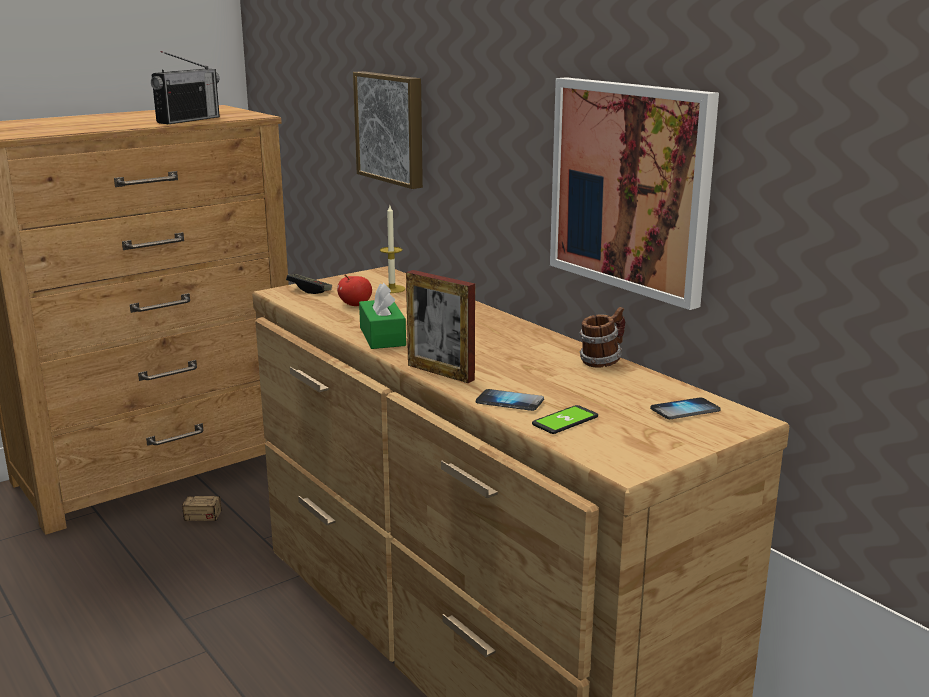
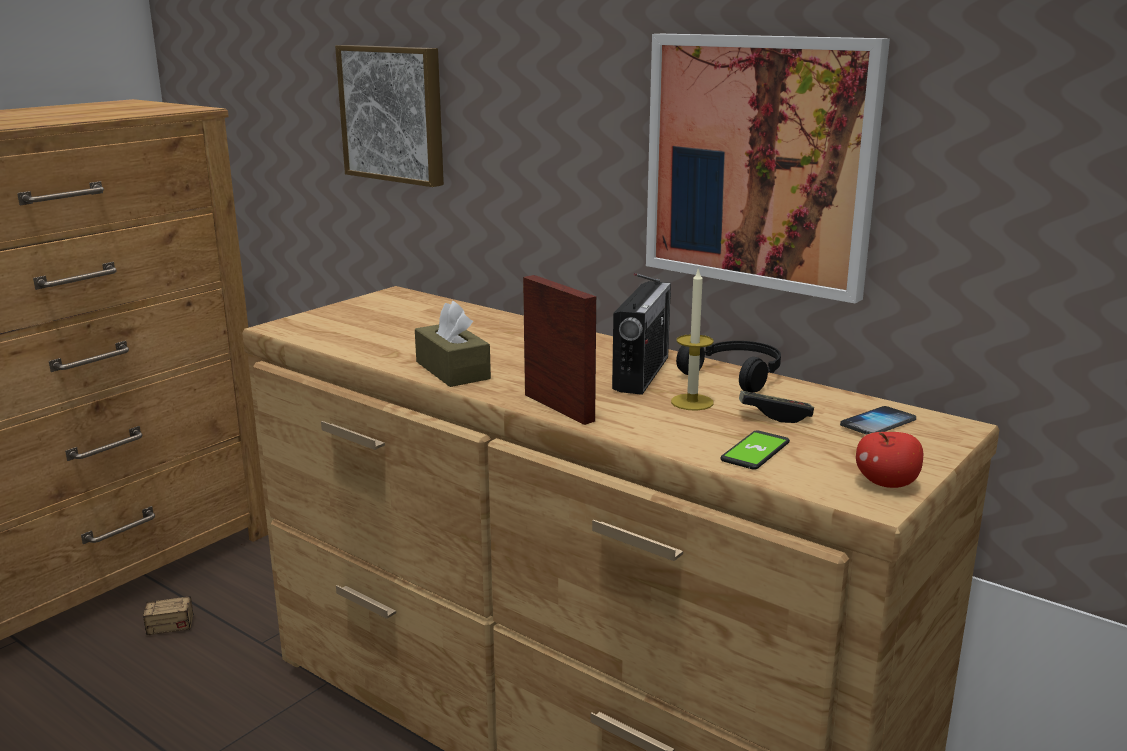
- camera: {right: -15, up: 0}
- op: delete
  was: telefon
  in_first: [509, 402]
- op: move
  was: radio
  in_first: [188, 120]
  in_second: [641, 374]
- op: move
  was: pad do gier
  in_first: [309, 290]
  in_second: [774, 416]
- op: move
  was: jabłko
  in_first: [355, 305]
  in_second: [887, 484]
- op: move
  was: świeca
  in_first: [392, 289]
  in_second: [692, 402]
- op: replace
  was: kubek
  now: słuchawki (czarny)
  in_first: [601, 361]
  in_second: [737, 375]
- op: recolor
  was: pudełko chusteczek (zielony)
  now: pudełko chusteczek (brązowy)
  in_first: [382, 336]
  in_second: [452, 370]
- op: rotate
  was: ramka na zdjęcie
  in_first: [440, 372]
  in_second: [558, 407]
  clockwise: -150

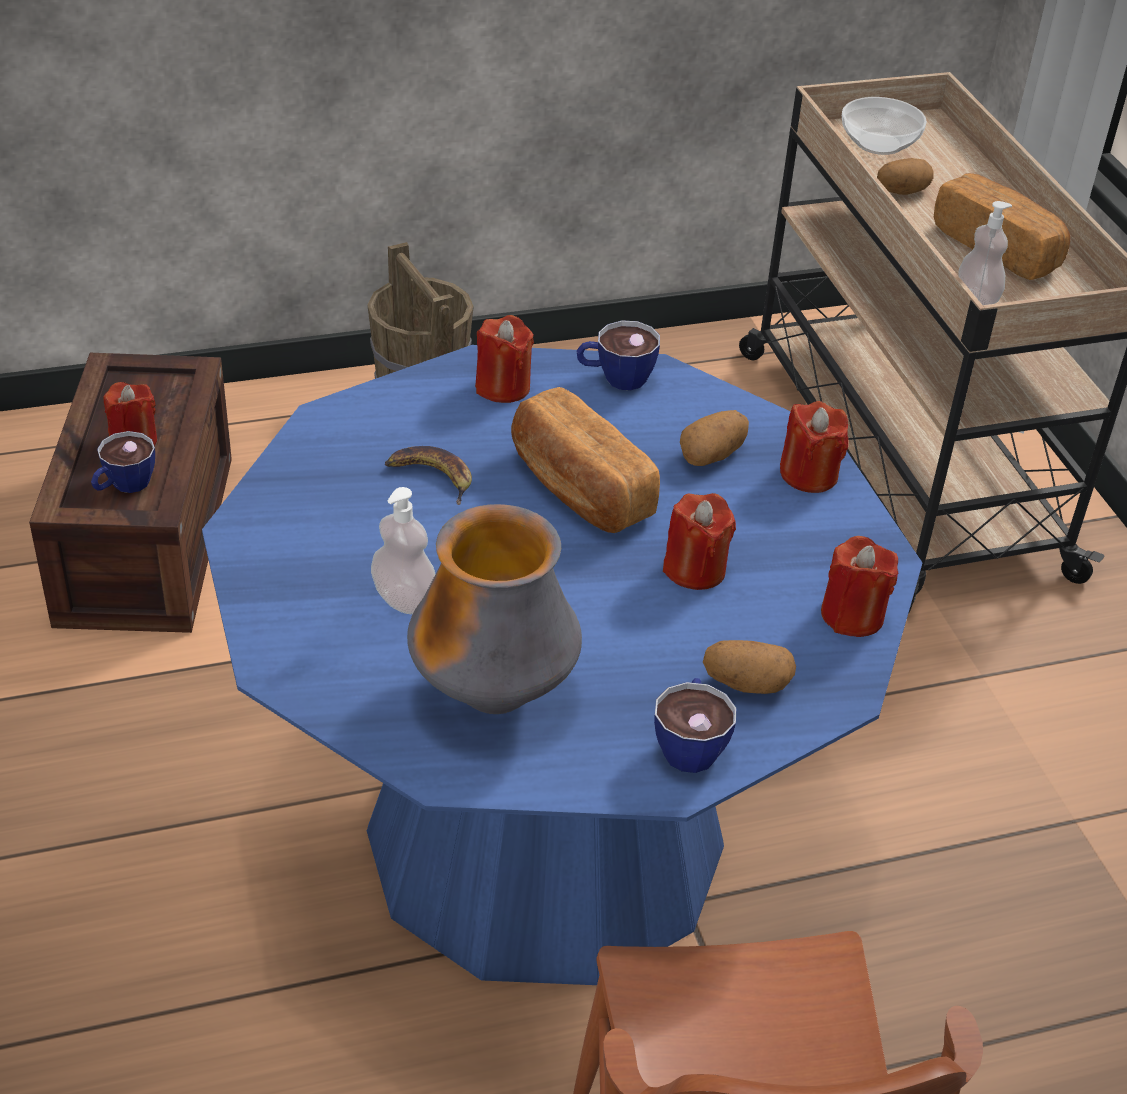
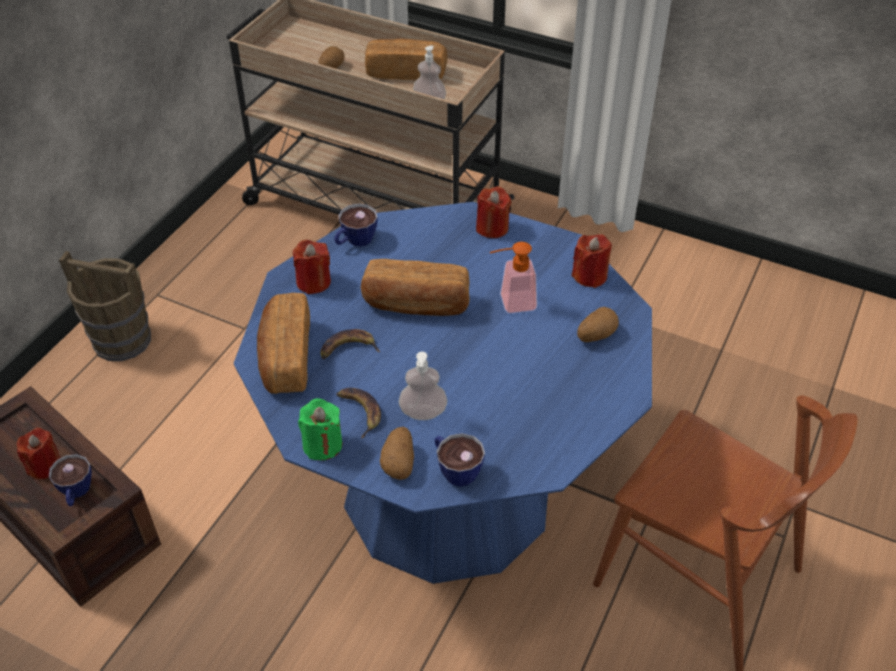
- camera: {right: -45, up: 5}
- op: delete
  was: wazon
  in_first: [494, 695]
- op: delete
  was: miska
  in_first: [880, 143]
- op: insert
  now: chleb
  in_second: [285, 357]
- op: insert
  now: świeca (zielony)
  in_second: [322, 445]
- op: insert
  now: banan
  in_second: [359, 411]
- op: move
  was: filiżanka
  in_first: [690, 744]
  in_second: [455, 469]
- op: move
  was: ziemniak
  in_first: [712, 455]
  in_second: [399, 462]
- op: replace
  was: świeca (czerwony)
  now: dozownik mydła
  in_first: [695, 569]
  in_second: [511, 303]

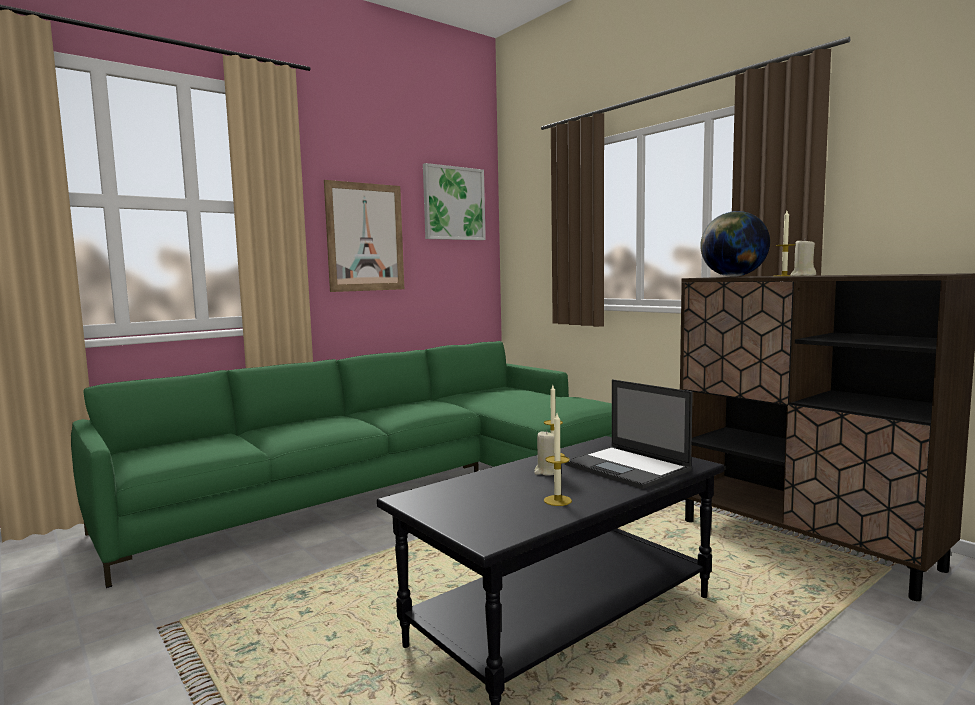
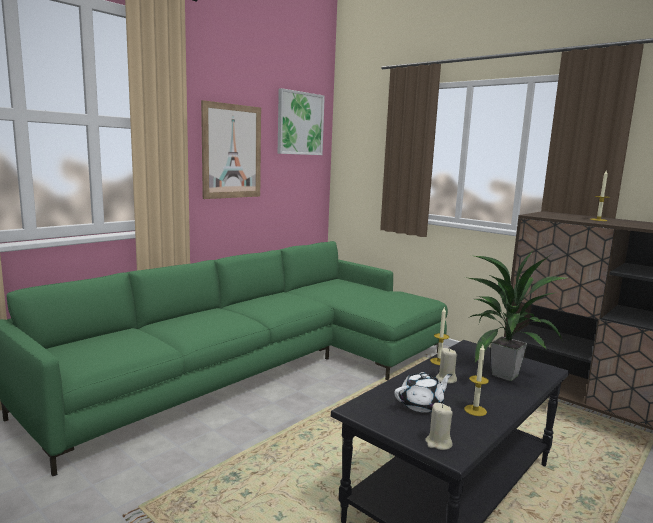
- camera: {right: -10, up: 5}
- op: delete
  was: globus
  in_first: [733, 276]
- op: insert
  now: imbryk (biały)
  in_second: [422, 405]
- op: move
  was: świeca (beżowy)
  in_first: [803, 276]
  in_second: [438, 443]
- op: replace
  was: laptop
  now: roślina doniczkowa
  in_first: [628, 468]
  in_second: [504, 374]

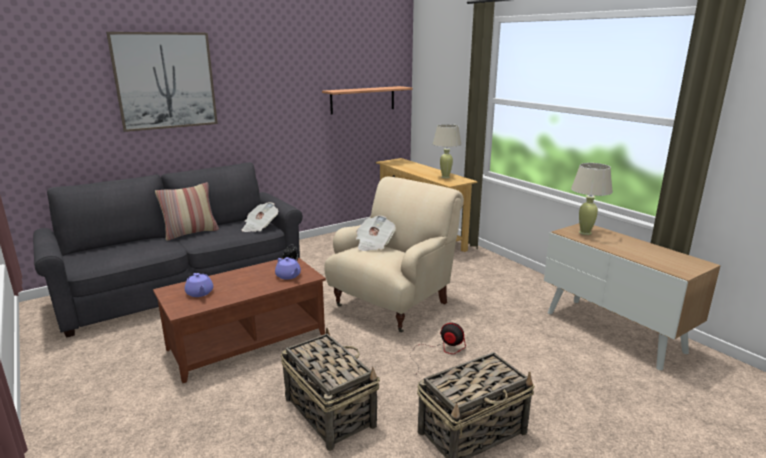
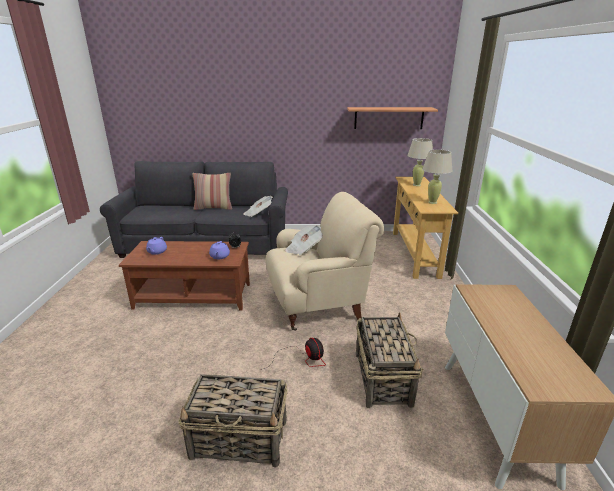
- camera: {right: 35, up: 5}
- op: delete
  was: obraz
  in_first: [165, 81]
- op: move
  was: koszyk
  in_first: [329, 411]
  in_second: [382, 378]
- op: move
  was: lampa stołowa (beżowy)
  in_first: [585, 233]
  in_second: [416, 185]

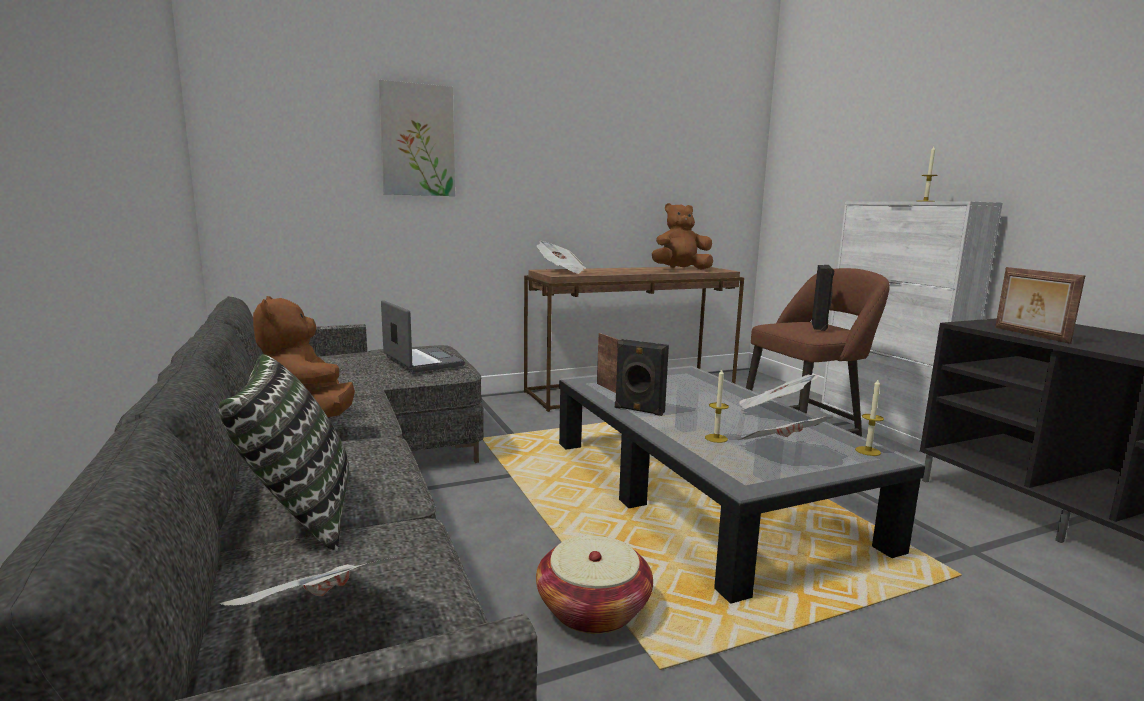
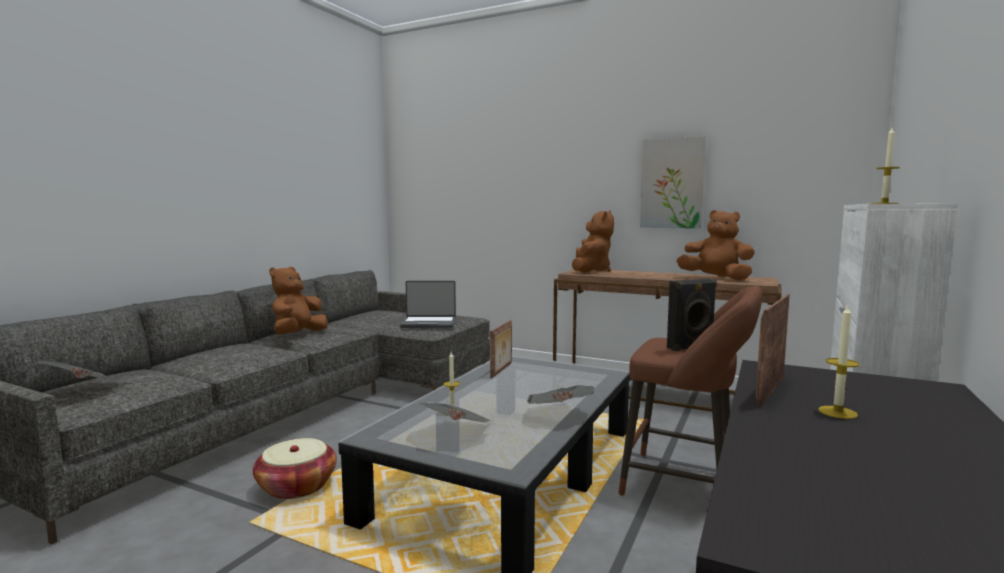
- camera: {right: 50, up: -5}
- op: delete
  was: poduszka
  in_first: [299, 514]
- op: delete
  was: głośnik (czarny)
  in_first: [639, 410]
- op: move
  was: obraz
  in_first: [417, 140]
  in_second: [672, 183]
- op: move
  was: świeca
  in_first: [868, 451]
  in_second: [837, 412]
- op: replace
  was: gazeta
  now: pluszak (brązowy)
  in_first: [561, 271]
  in_second: [591, 271]
- op: rotate
  was: laptop
  in_first: [421, 361]
  in_second: [429, 323]
  clockwise: 75

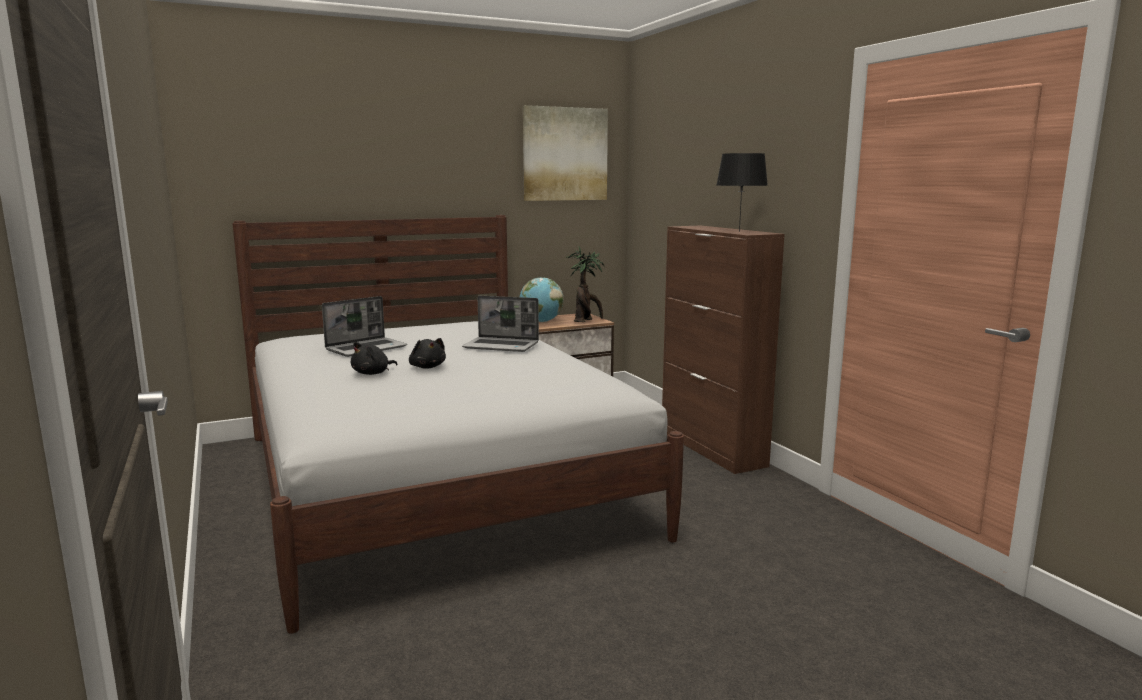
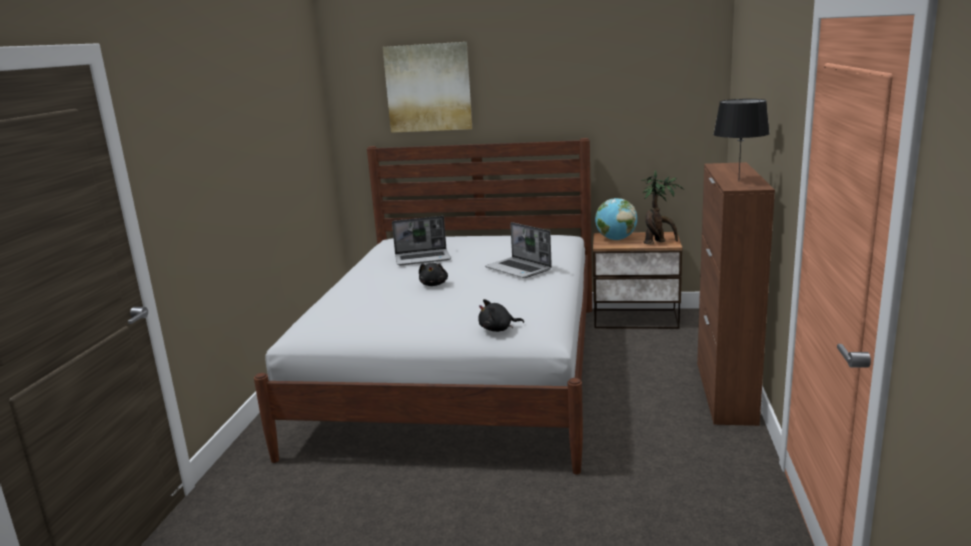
- camera: {right: 35, up: 5}
- op: move
  was: pluszak (czarny)
  in_first: [373, 373]
  in_second: [498, 329]
- op: move
  was: obraz
  in_first: [565, 154]
  in_second: [428, 88]

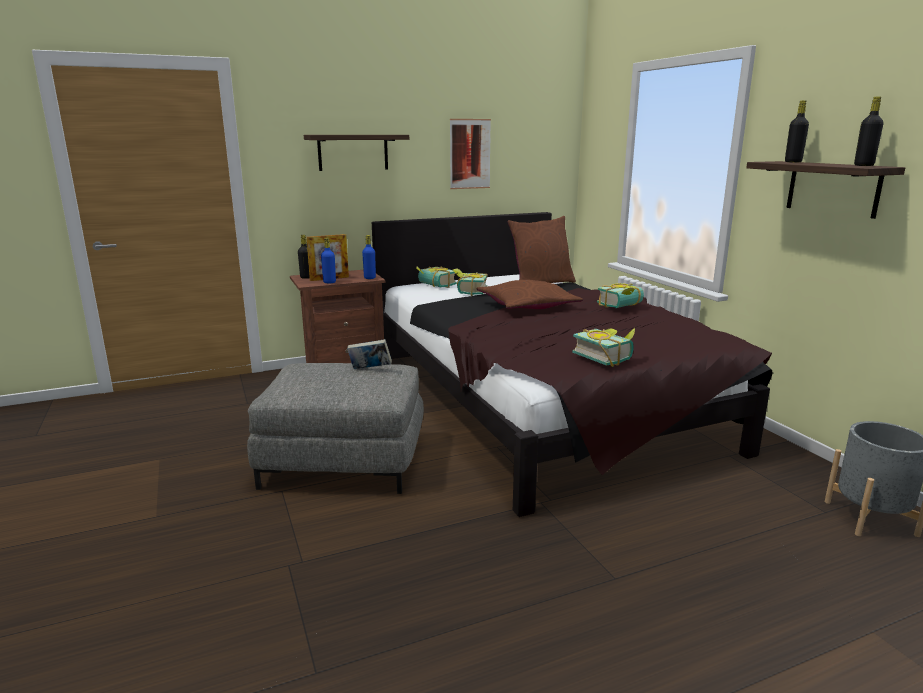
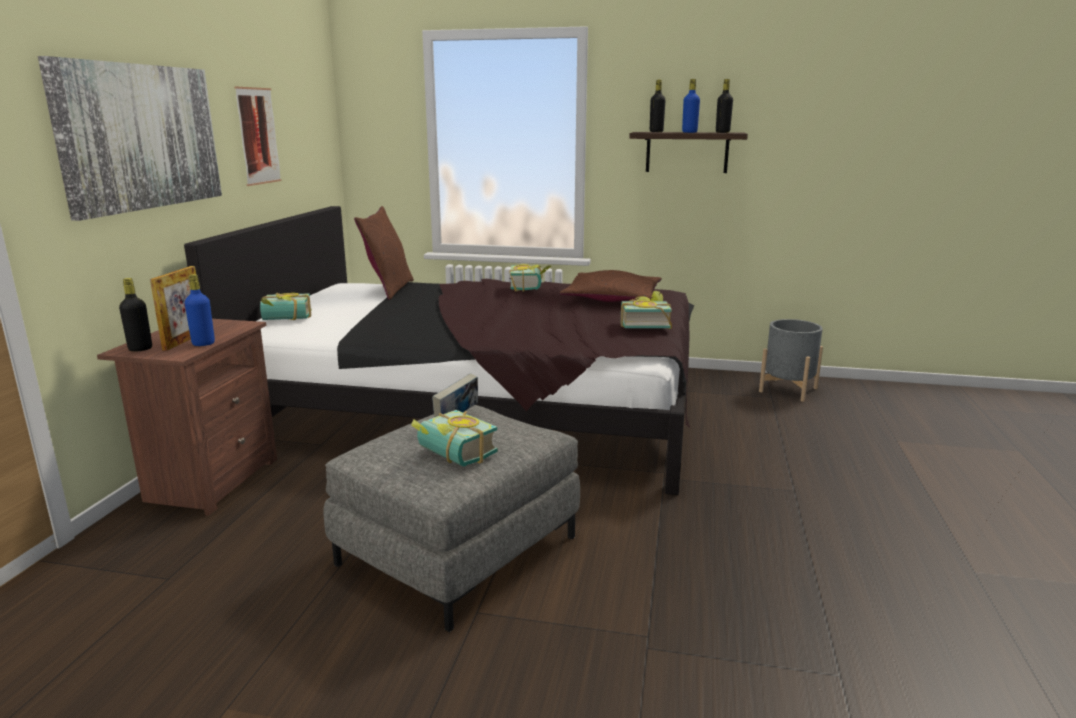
- camera: {right: -55, up: 0}
- op: move
  was: butelka (niebieski)
  in_first: [369, 278]
  in_second: [689, 132]
- op: move
  was: książka
  in_first: [468, 292]
  in_second: [451, 456]
- op: move
  was: poduszka (brązowy)
  in_first: [527, 306]
  in_second: [611, 299]
- op: replace
  was: półka
  now: obraz
  in_first: [353, 152]
  in_second: [141, 137]

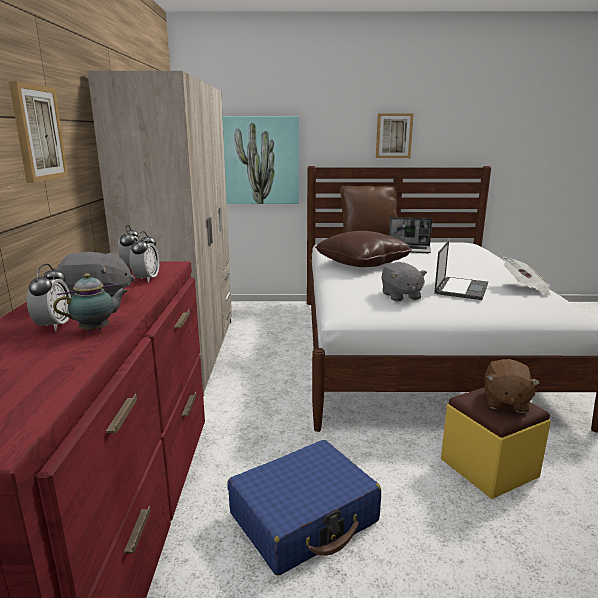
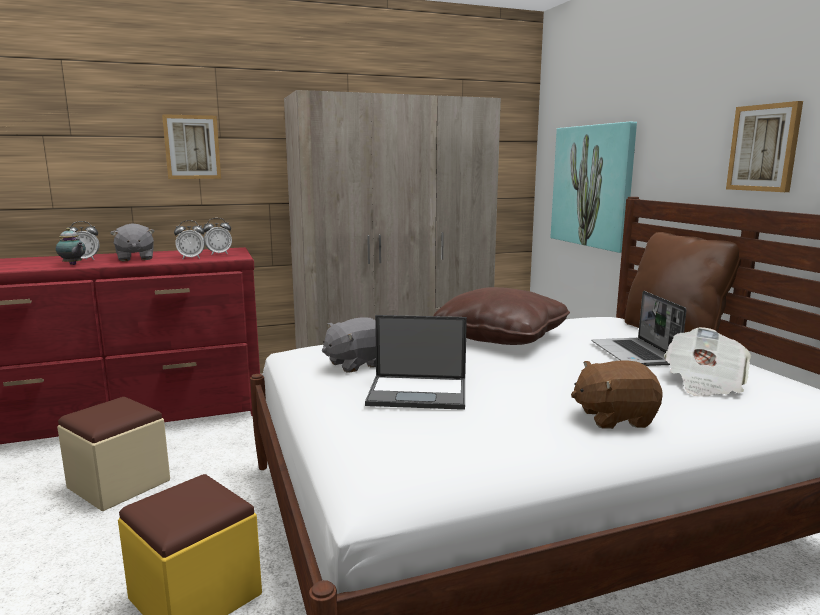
- camera: {right: 70, up: -5}
- op: move
  was: pluszak (brązowy)
  in_first: [505, 402]
  in_second: [614, 418]
- op: move
  was: gazeta
  in_first: [525, 289]
  in_second: [704, 383]
- op: replace
  was: walizka (niebieski)
  now: pufa (beżowy)
  in_first: [304, 518]
  in_second: [119, 484]

